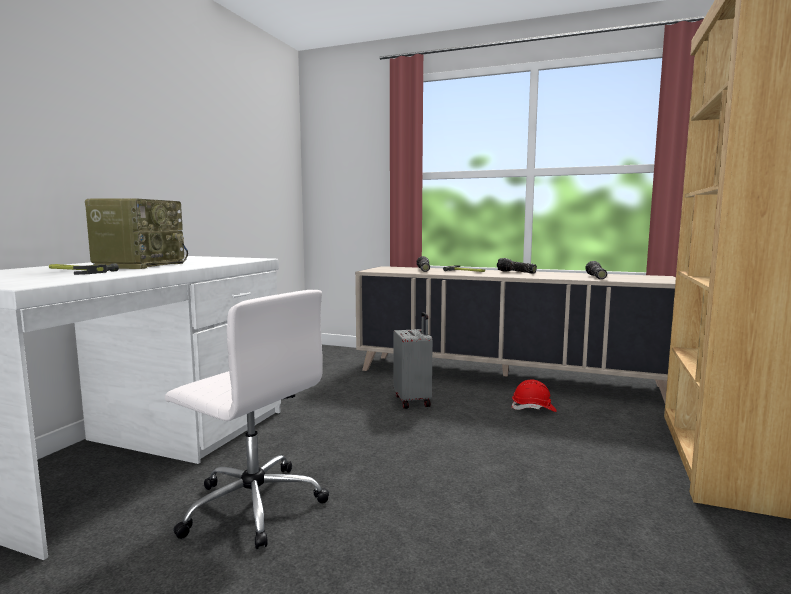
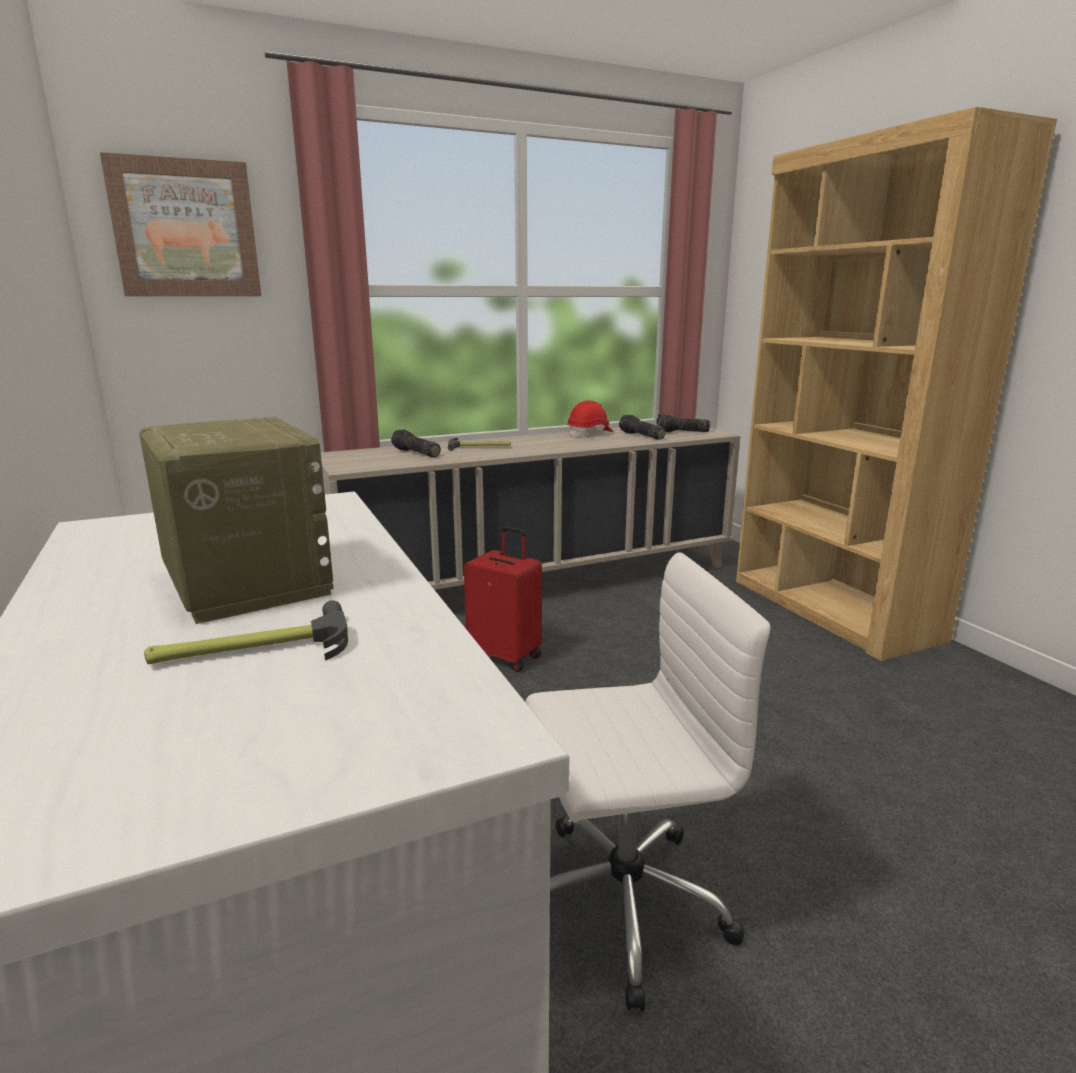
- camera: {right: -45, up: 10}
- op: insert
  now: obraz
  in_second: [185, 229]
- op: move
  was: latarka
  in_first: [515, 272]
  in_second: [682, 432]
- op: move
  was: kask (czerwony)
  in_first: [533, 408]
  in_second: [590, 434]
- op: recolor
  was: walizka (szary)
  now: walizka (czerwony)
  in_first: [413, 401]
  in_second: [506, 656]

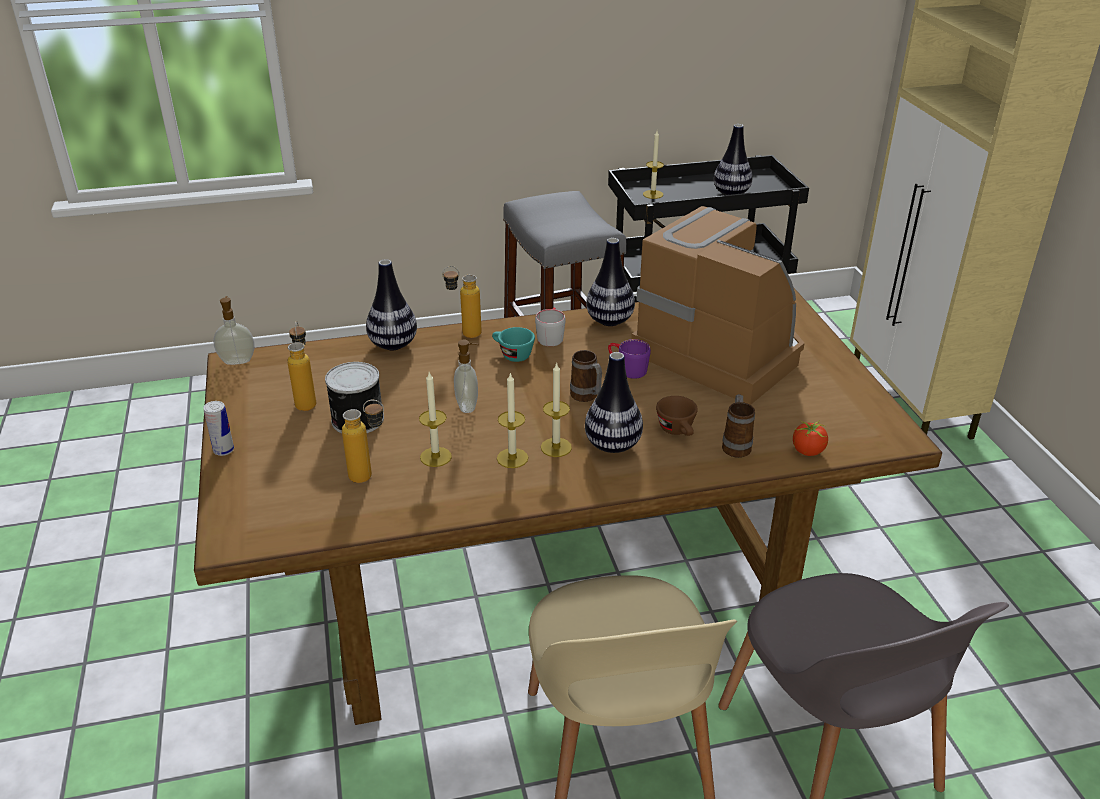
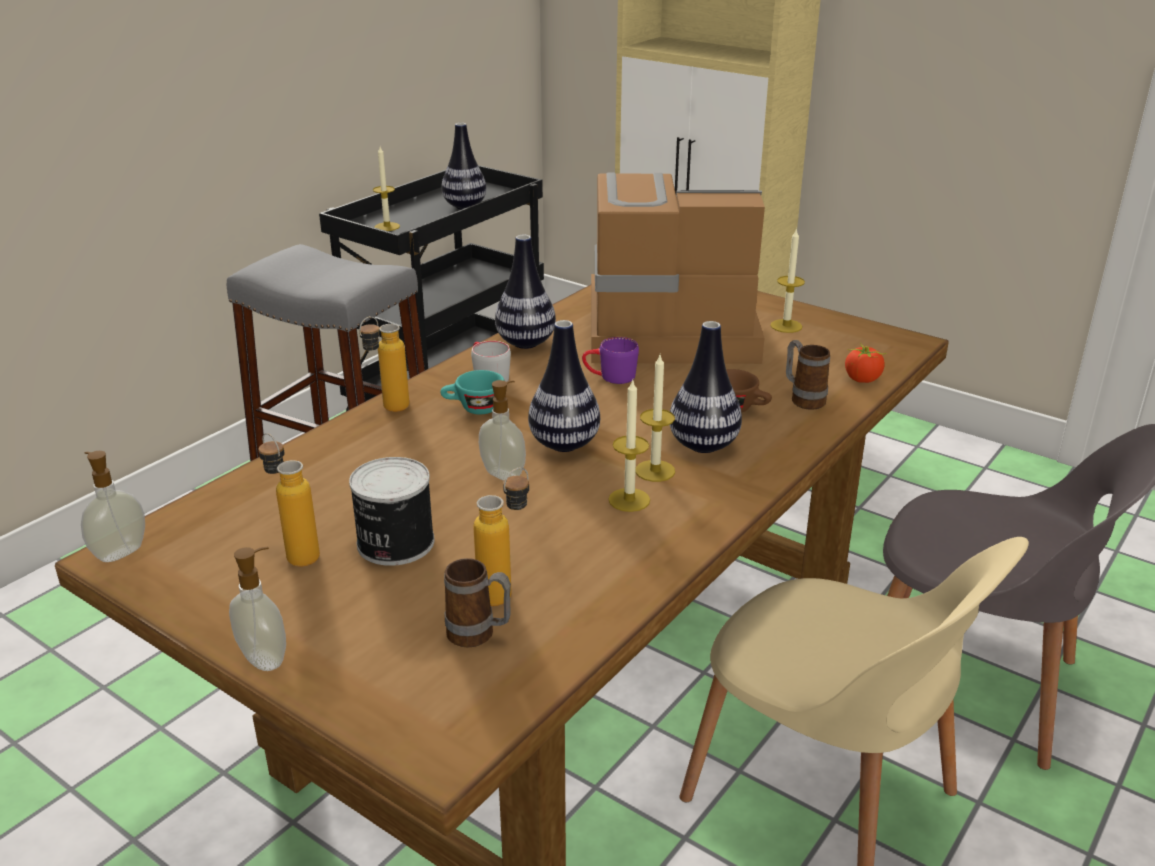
- camera: {right: -40, up: -5}
- op: move
  was: wazon
  in_first: [393, 345]
  in_second: [564, 444]
- op: move
  was: świeca
  in_first: [435, 457]
  in_second: [786, 326]
- op: move
  was: kubek
  in_first: [587, 397]
  in_second: [479, 635]
- op: replace
  was: puszka
  now: dozownik mydła
  in_first: [223, 450]
  in_second: [265, 658]

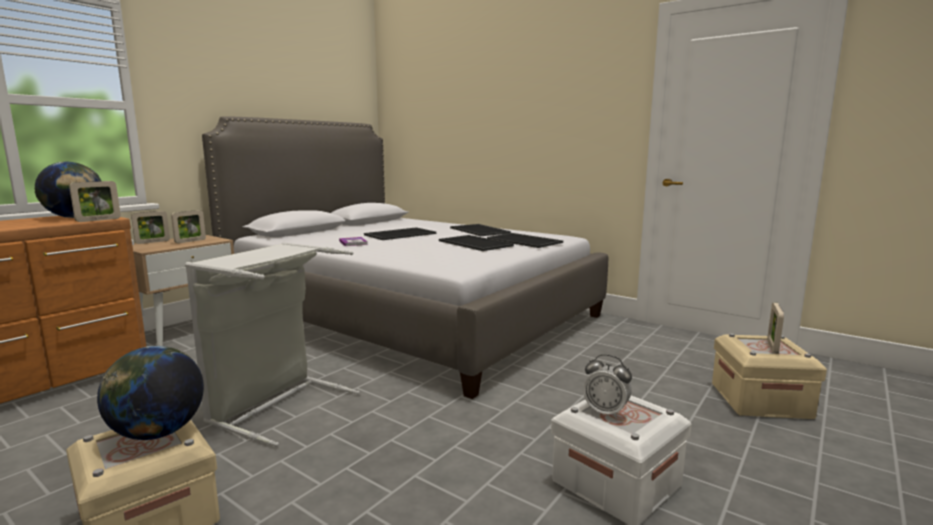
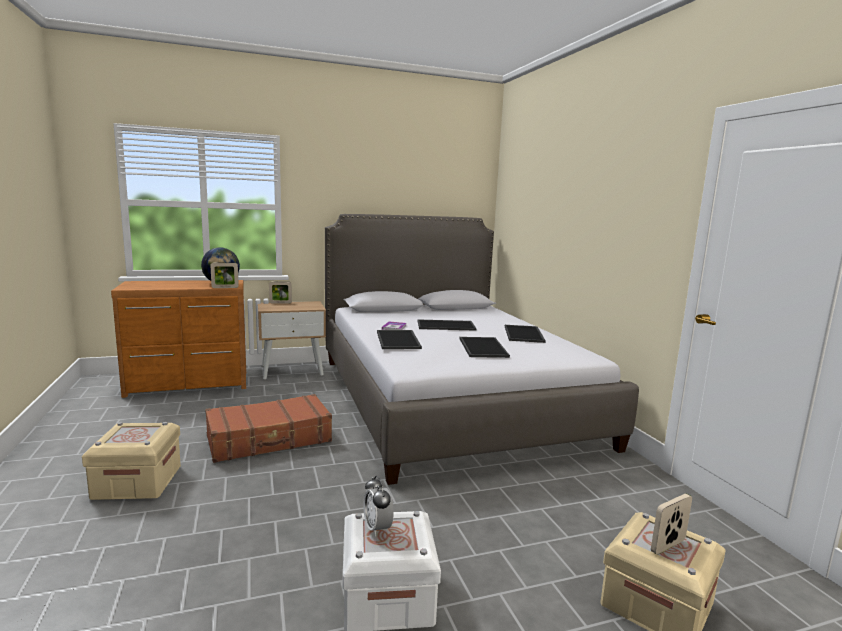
- camera: {right: 35, up: 0}
- op: delete
  was: globus
  in_first: [158, 433]
- op: delete
  was: ramka na zdjęcie
  in_first: [190, 241]
- op: move
  was: taca
  in_first: [525, 241]
  in_second: [399, 340]
- op: replace
  was: kosz na pranie (szary)
  now: walizka (brązowy)
  in_first: [275, 405]
  in_second: [269, 439]

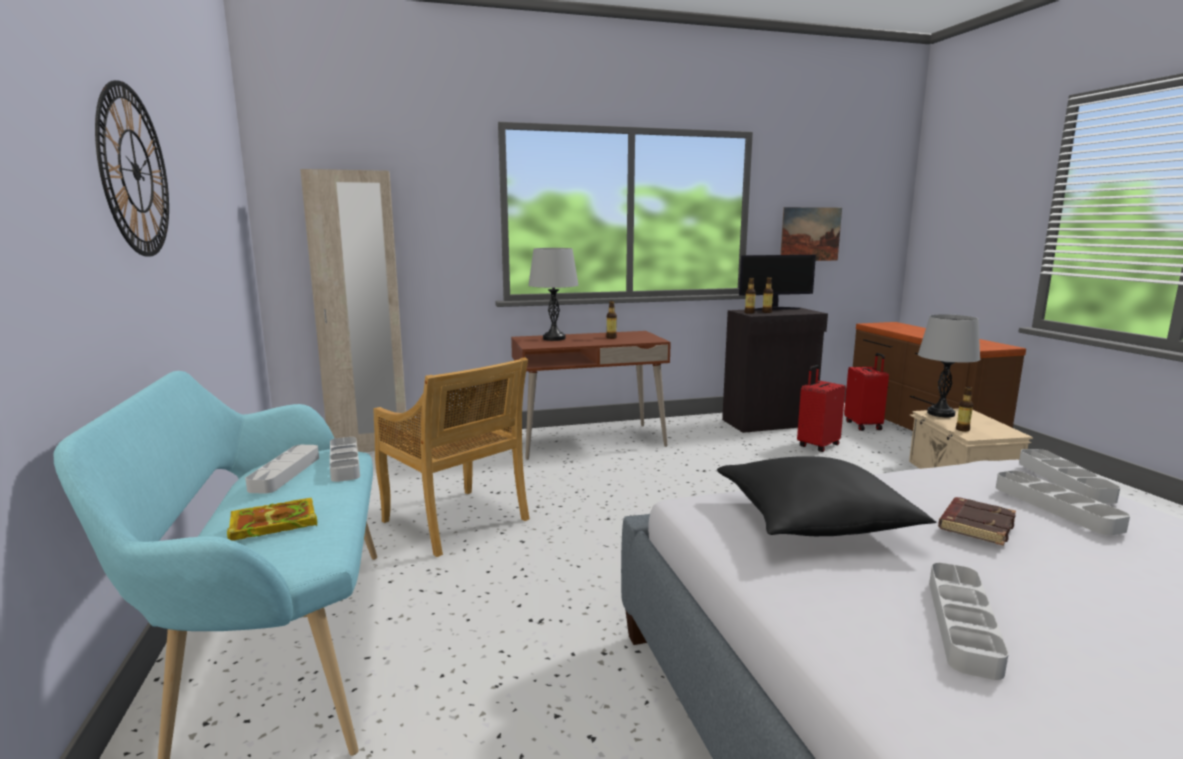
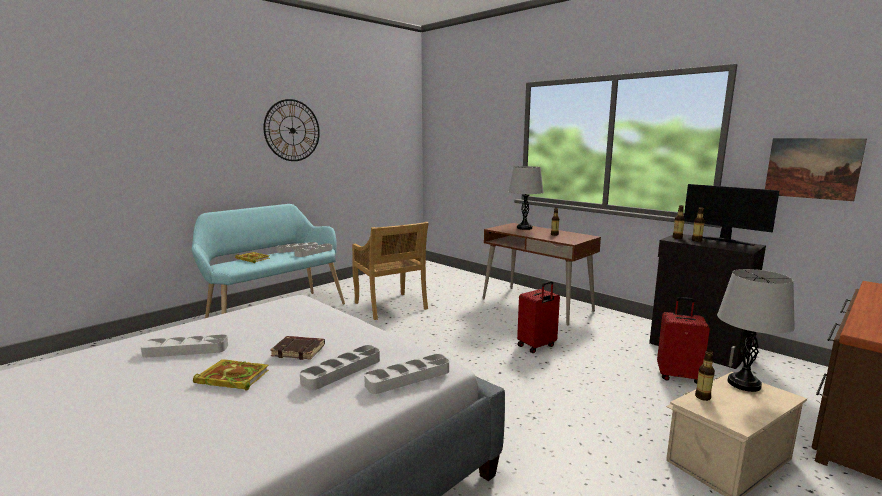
- camera: {right: 60, up: 0}
- op: delete
  was: szafa (beżowy)
  in_first: [369, 447]
- op: delete
  was: poduszka (czarny)
  in_first: [813, 521]
- op: insert
  now: książka
  in_second: [231, 378]
- op: move
  was: walizka (czerwony)
  in_first: [864, 425]
  in_second: [537, 346]
- op: rotate
  was: krzesło (beżowy)
  in_first: [456, 522]
  in_second: [391, 306]
  clockwise: -45

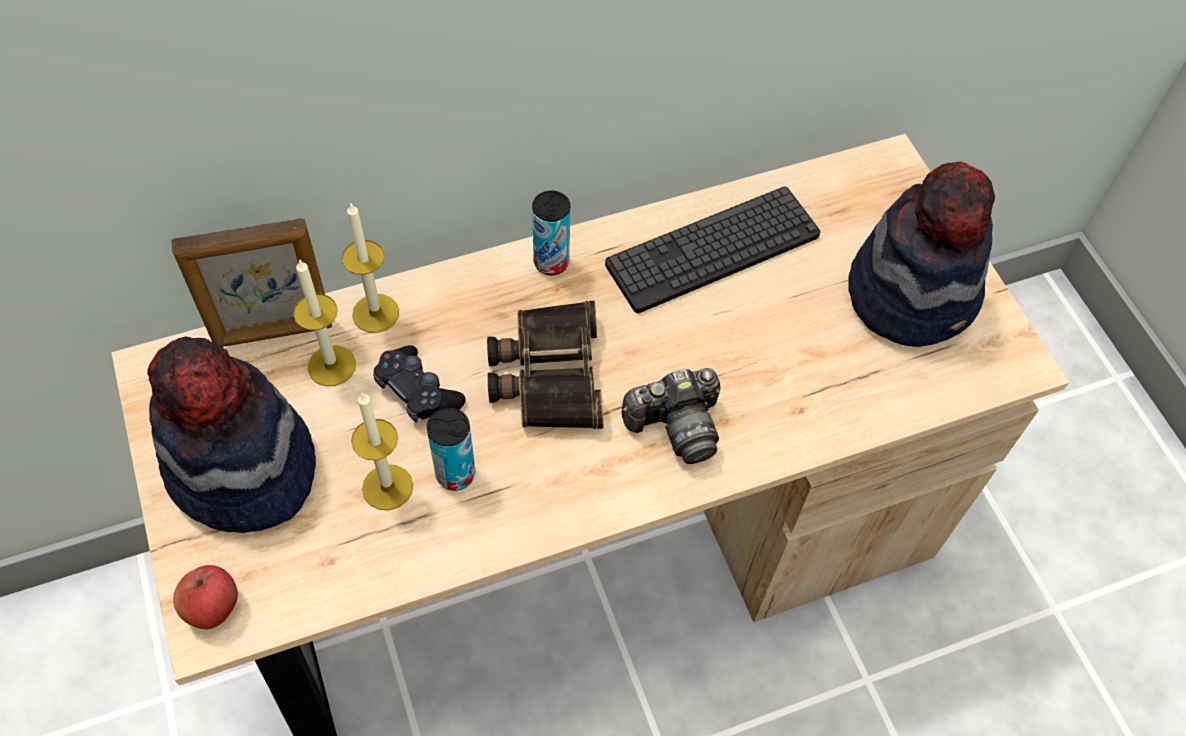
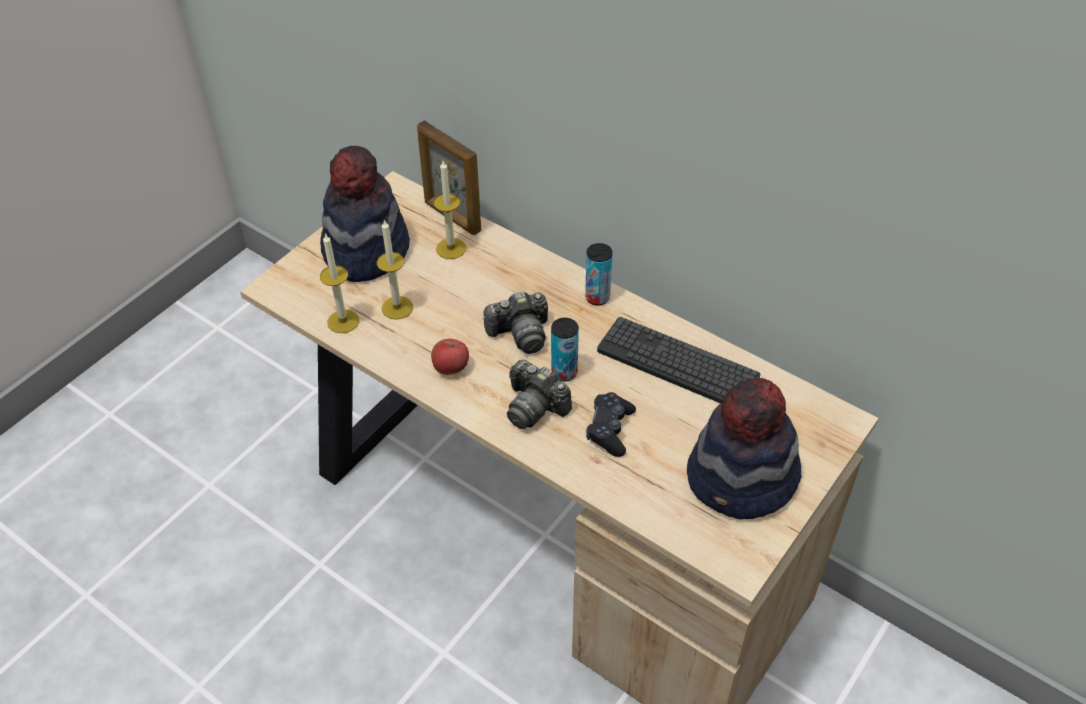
- camera: {right: 60, up: -10}
- op: move
  was: jabłko
  in_first: [213, 607]
  in_second: [450, 368]
- op: move
  was: świeca
  in_first: [375, 313]
  in_second: [343, 321]
- op: move
  was: pad do gier (czarny)
  in_first: [417, 391]
  in_second: [610, 430]
- op: move
  was: puszka
  in_first: [455, 474]
  in_second: [564, 372]
- op: replace
  was: lornetka
  now: aparat fotograficzny
  in_first: [547, 374]
  in_second: [520, 334]

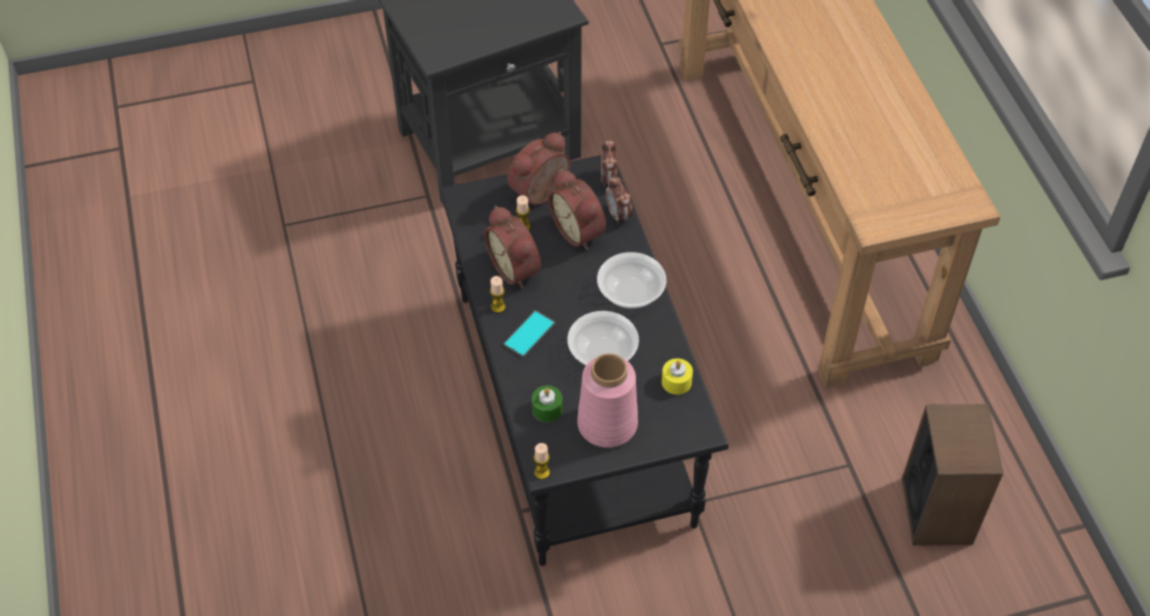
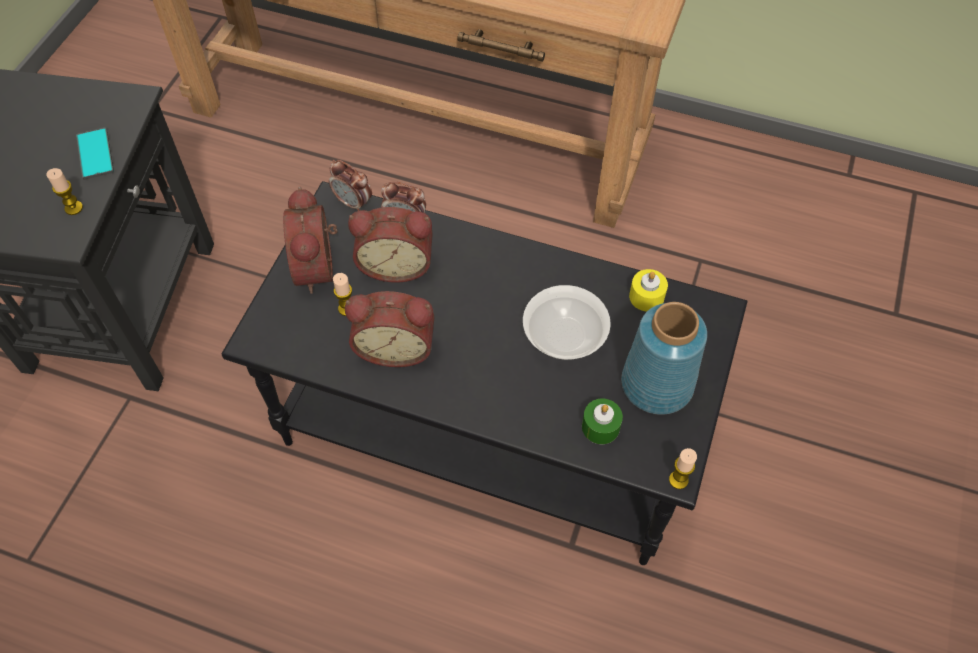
- camera: {right: -55, up: 5}
- op: delete
  was: miska
  in_first: [631, 292]
- op: delete
  was: głośnik
  in_first: [937, 510]
- op: move
  was: świeca
  in_first: [498, 307]
  in_second: [74, 208]
- op: move
  was: telefon
  in_first: [529, 334]
  in_second: [95, 154]
- op: recolor
  was: wazon (różowy)
  now: wazon (niebieski)
  in_first: [606, 425]
  in_second: [657, 385]

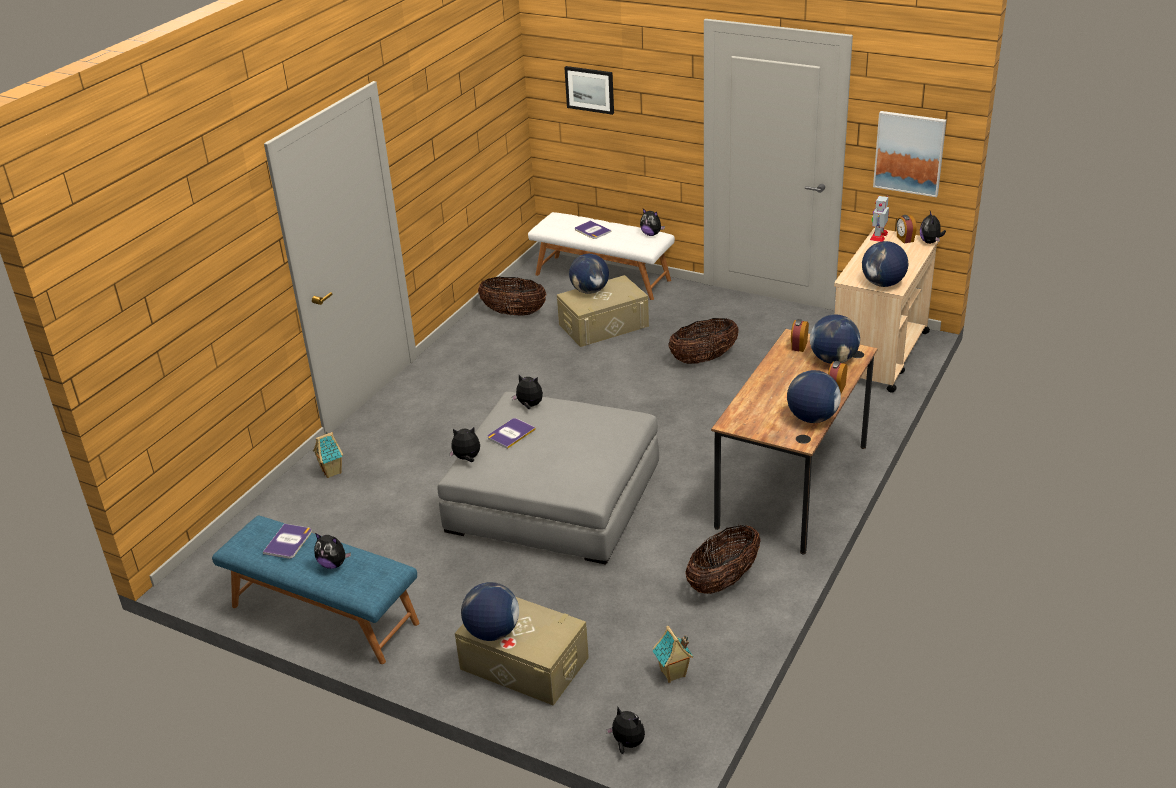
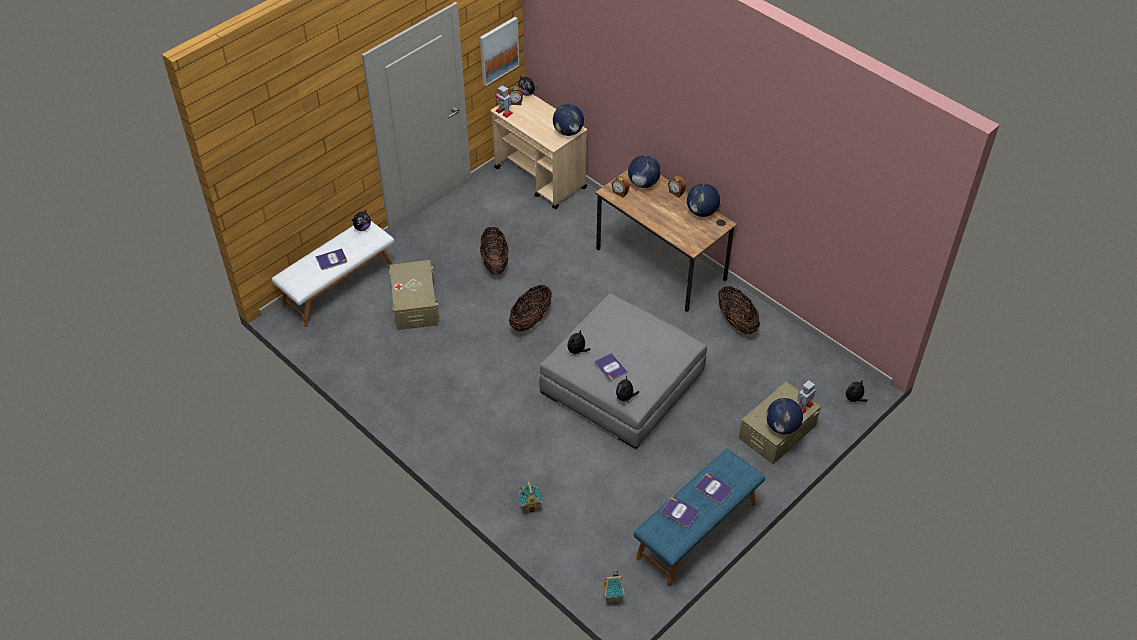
- camera: {right: -75, up: 15}
- op: delete
  was: obraz
  in_first: [590, 89]
- op: delete
  was: globus
  in_first: [590, 291]
- op: insert
  now: robot zabawkowy
  in_second: [803, 406]
- op: move
  was: koszyk
  in_first: [514, 313]
  in_second: [531, 320]
- op: move
  was: domek
  in_first: [673, 674]
  in_second: [613, 596]
- op: replace
  was: pluszak
  now: książka
  in_first: [333, 564]
  in_second: [714, 489]

